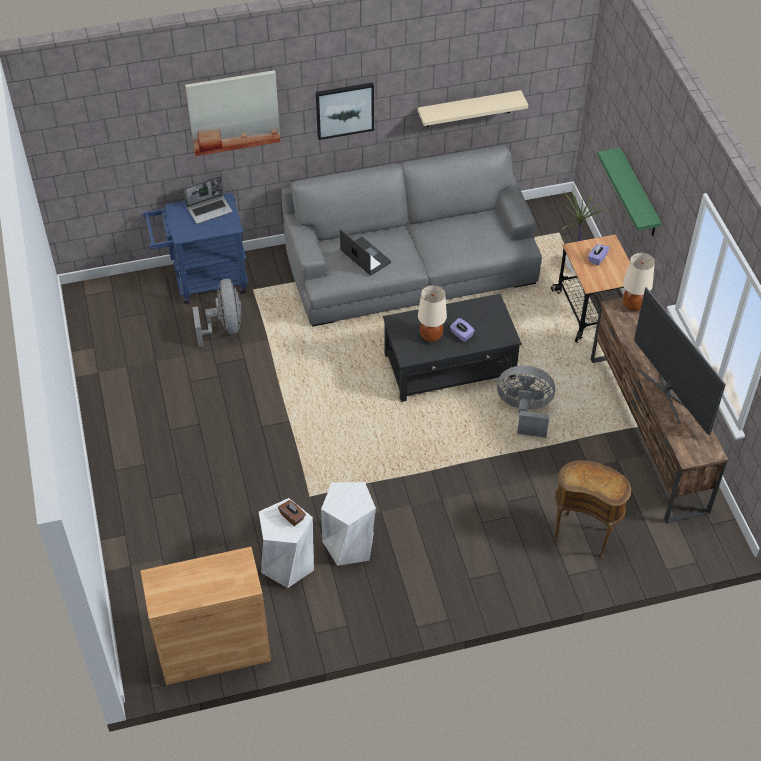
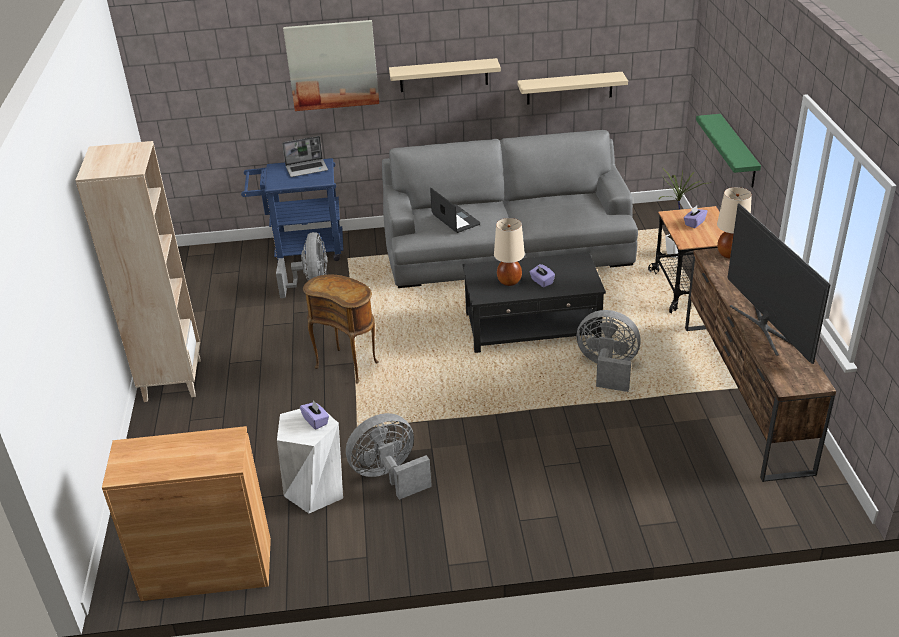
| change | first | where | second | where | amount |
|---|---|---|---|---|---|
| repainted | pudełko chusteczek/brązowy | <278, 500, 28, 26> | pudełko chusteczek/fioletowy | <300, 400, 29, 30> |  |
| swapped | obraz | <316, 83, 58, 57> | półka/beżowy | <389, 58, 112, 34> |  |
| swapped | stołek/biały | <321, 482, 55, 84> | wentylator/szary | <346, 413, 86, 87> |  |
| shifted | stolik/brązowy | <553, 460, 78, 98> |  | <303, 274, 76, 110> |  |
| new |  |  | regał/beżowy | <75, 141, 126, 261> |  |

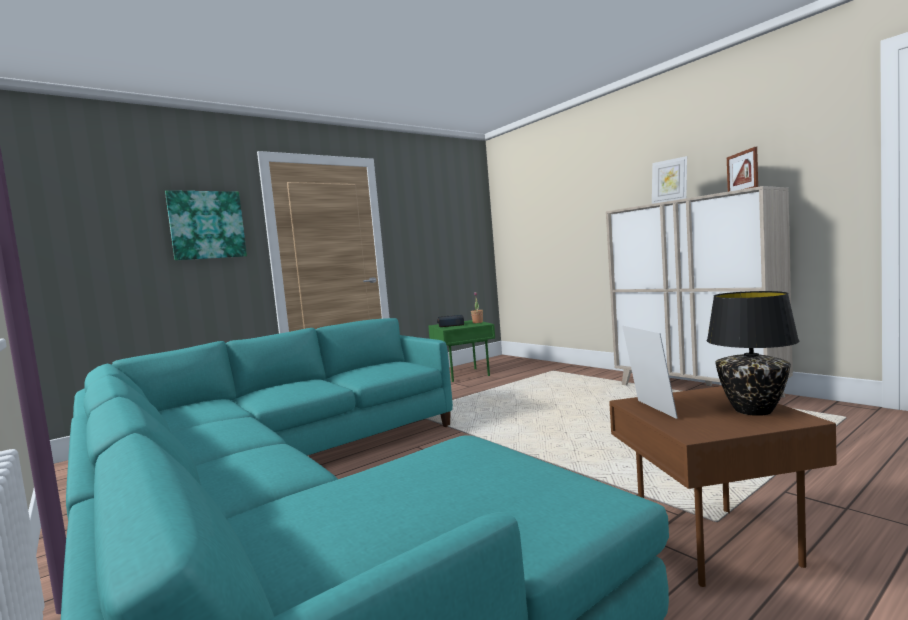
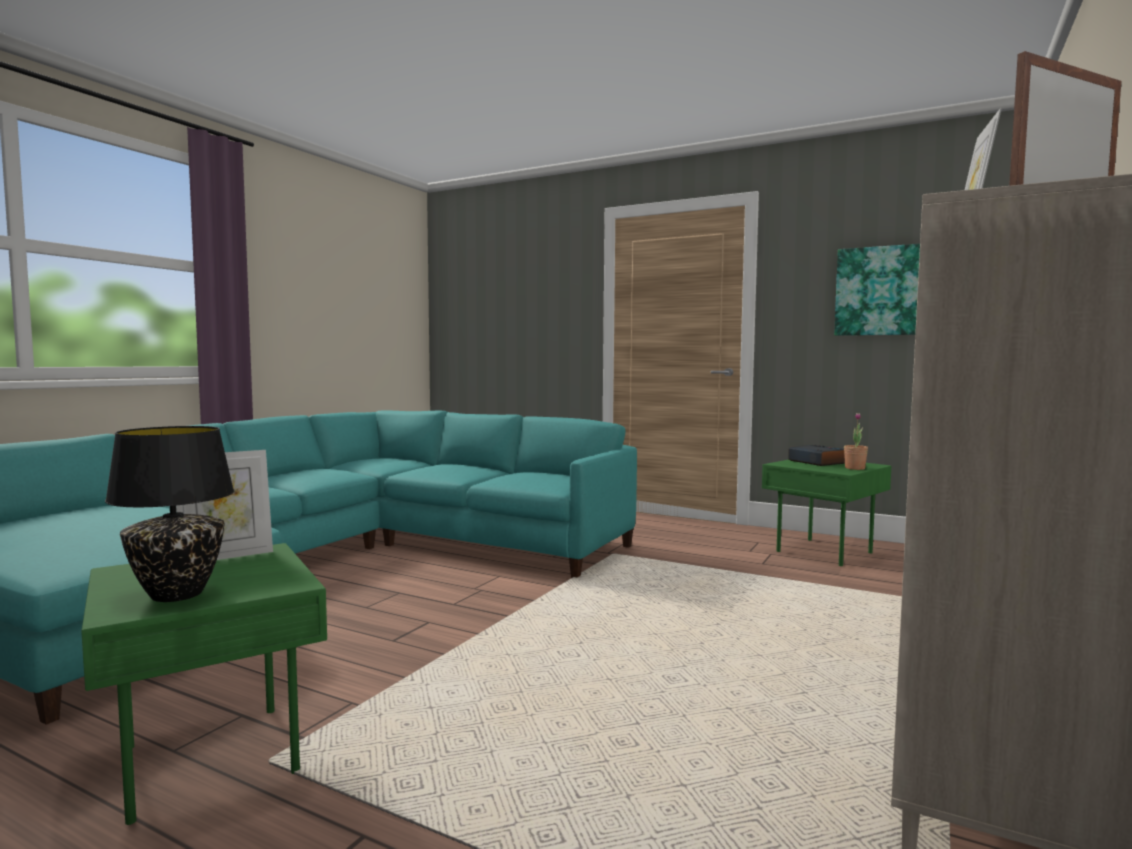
| change | first | where | second | where | amount |
|---|---|---|---|---|---|
| shifted | obraz | <165, 190, 82, 70> |  | <834, 244, 86, 92> |  |
| repainted | stolik/brązowy | <609, 386, 228, 201> | stolik/zielony | <81, 543, 246, 282> |  |

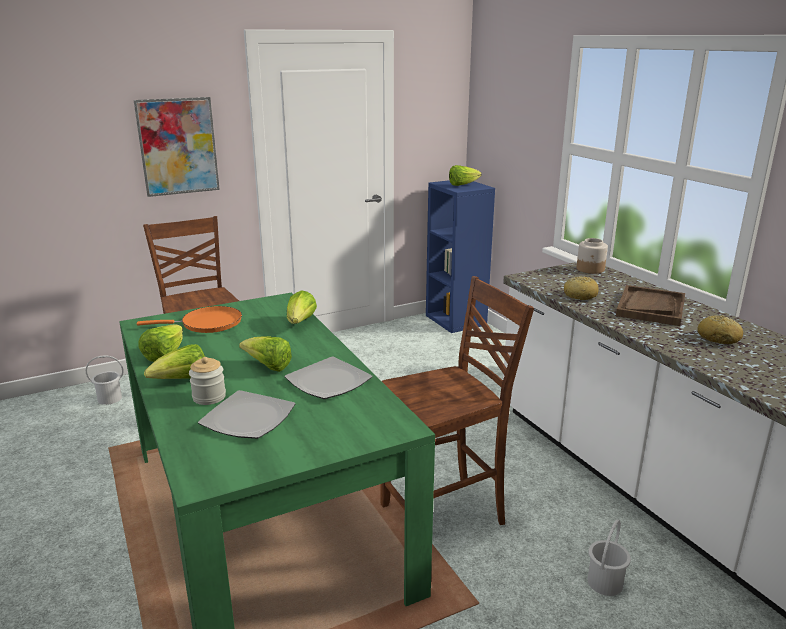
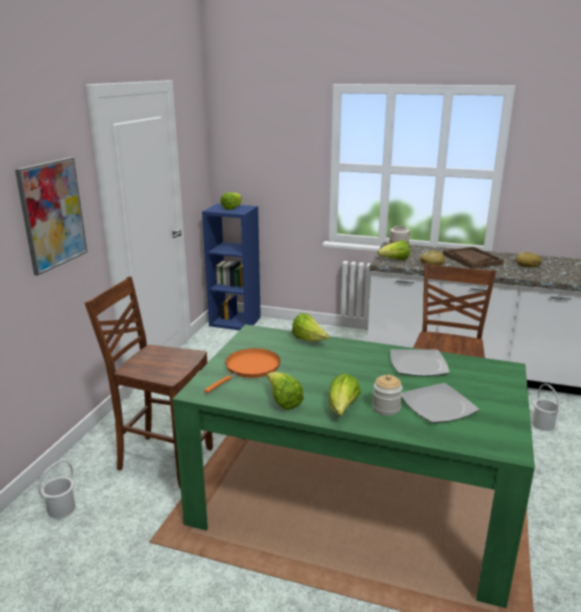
| change | first | where | second | where | amount |
|---|---|---|---|---|---|
| shifted | sałata | <239, 336, 53, 36> |  | <377, 240, 33, 20> |  |

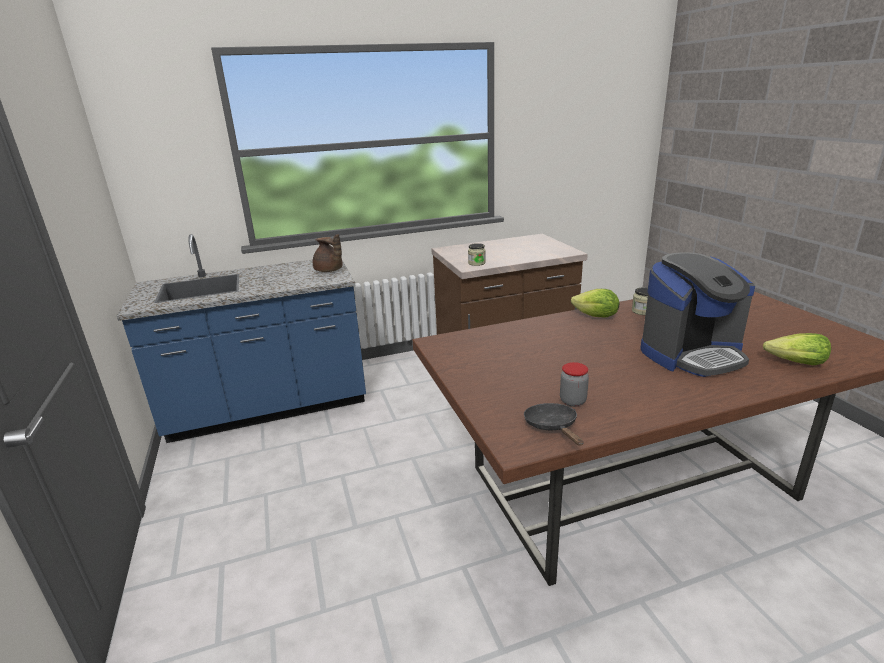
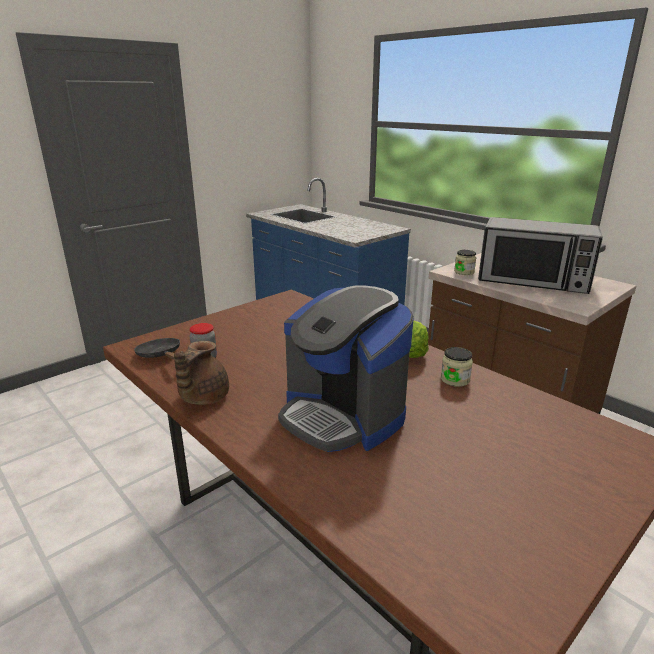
| change | first | where | second | where | amount |
|---|---|---|---|---|---|
| shifted | imbryk/brązowy | <313, 234, 30, 38> |  | <174, 341, 55, 64> |  |
| rotated | patelnia/czarny | <524, 403, 60, 43> |  | <134, 338, 46, 21> | 90 degrees counterclockwise |
| gone | sałata | <763, 333, 68, 32> |  |  |  |
| new |  |  | mikrofalówka | <478, 217, 125, 77> |  |

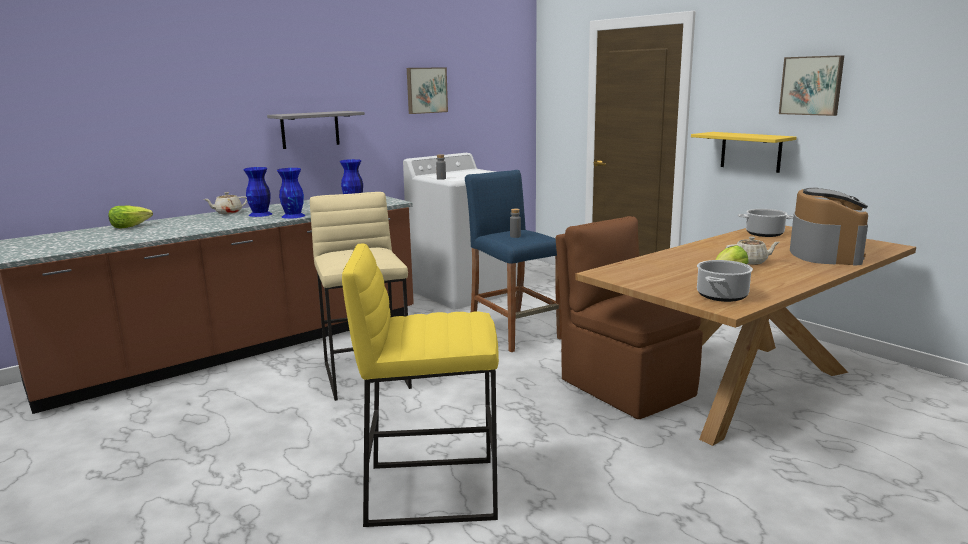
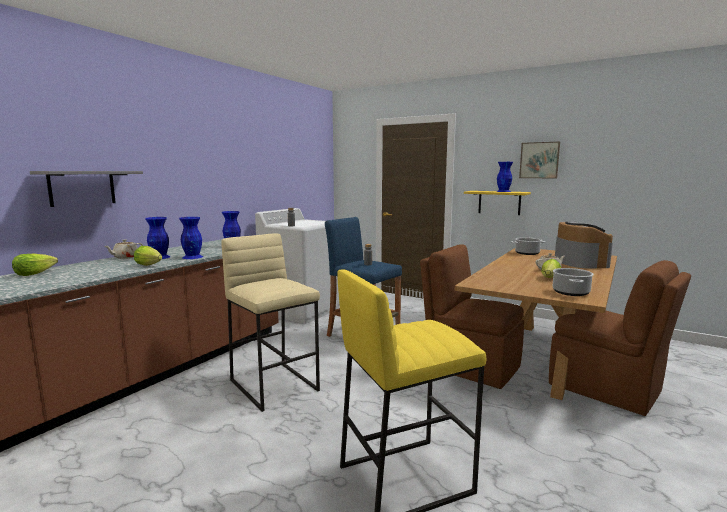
| change | first | where | second | where | amount |
|---|---|---|---|---|---|
| shifted | półka/szary | <267, 111, 98, 38> |  | <30, 171, 113, 36> |  |
| gone | obraz | <407, 67, 41, 47> |  |  |  |
| new |  |  | sałata | <134, 246, 28, 20> |  |
| new |  |  | wazon/niebieski | <496, 162, 17, 30> |  |
| new |  |  | krzesło/brązowy | <549, 260, 142, 156> |  |

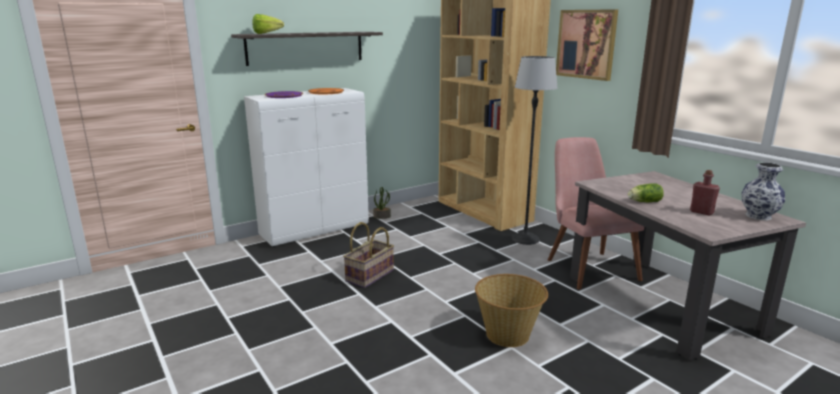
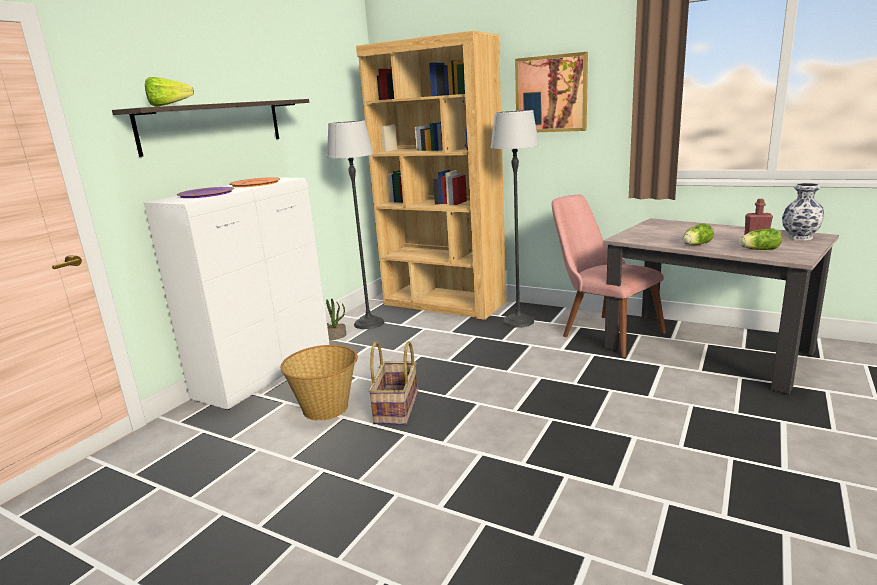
| change | first | where | second | where | amount |
|---|---|---|---|---|---|
| shifted | koszyk | <475, 274, 73, 73> |  | <281, 345, 77, 76> |  |
| new |  |  | lampa stojąca | <327, 121, 57, 208> |  |
| new |  |  | sałata | <739, 228, 43, 22> |  |

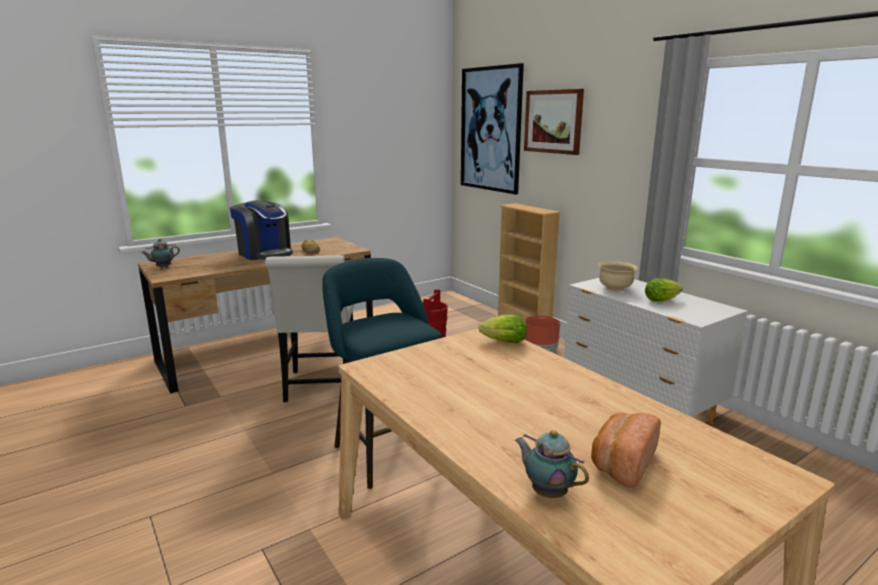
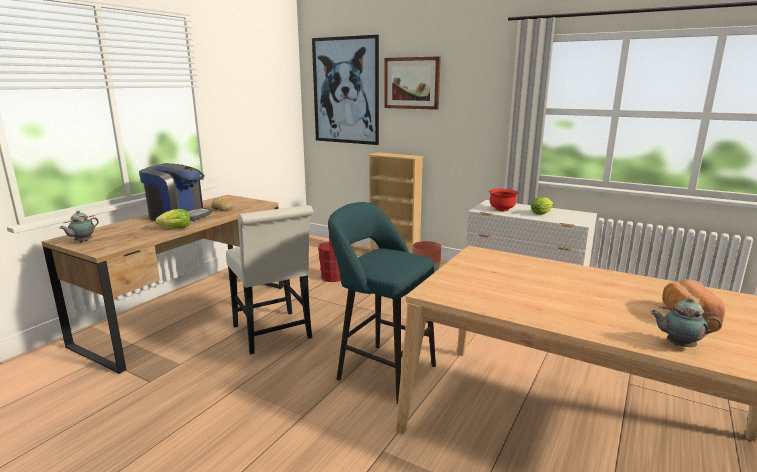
| change | first | where | second | where | amount |
|---|---|---|---|---|---|
| shifted | sałata | <478, 314, 49, 29> |  | <155, 209, 36, 20> |  |
| repainted | miska/beżowy | <598, 261, 40, 30> | miska/czerwony | <489, 189, 30, 22> |  |

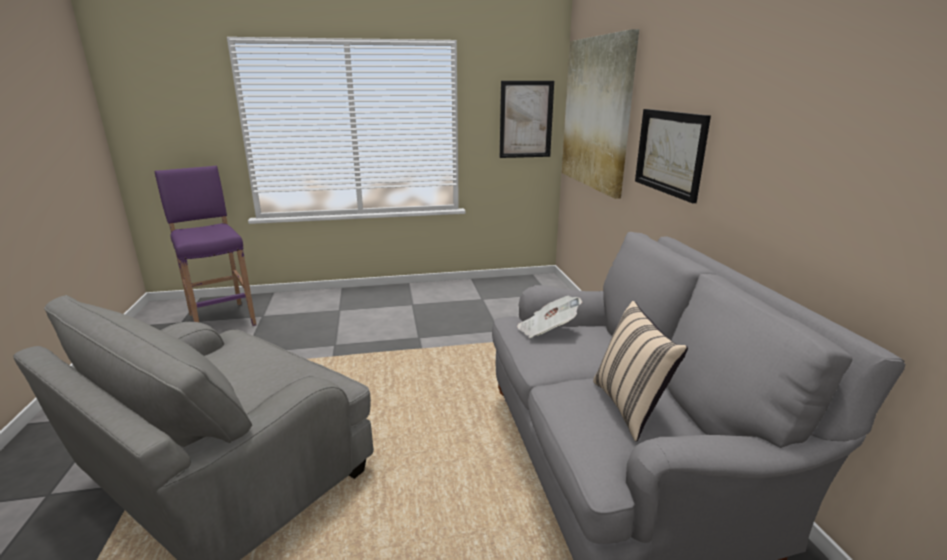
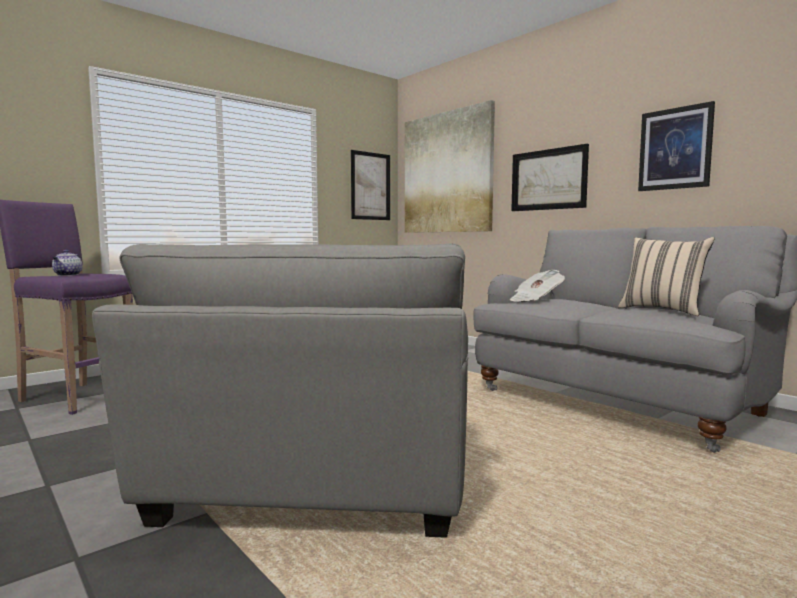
| change | first | where | second | where | amount |
|---|---|---|---|---|---|
| new |  |  | imbryk | <52, 250, 31, 26> |  |
| new |  |  | obraz | <638, 101, 77, 90> |  |

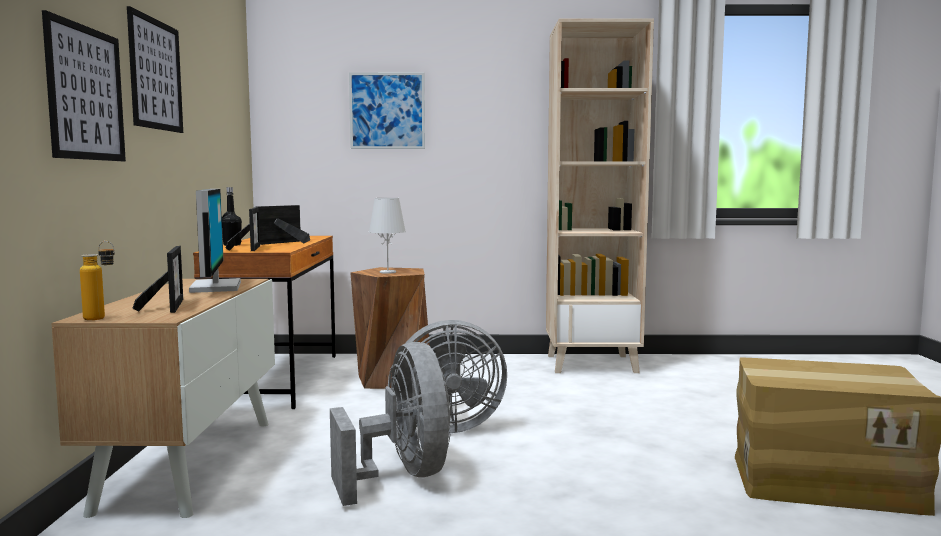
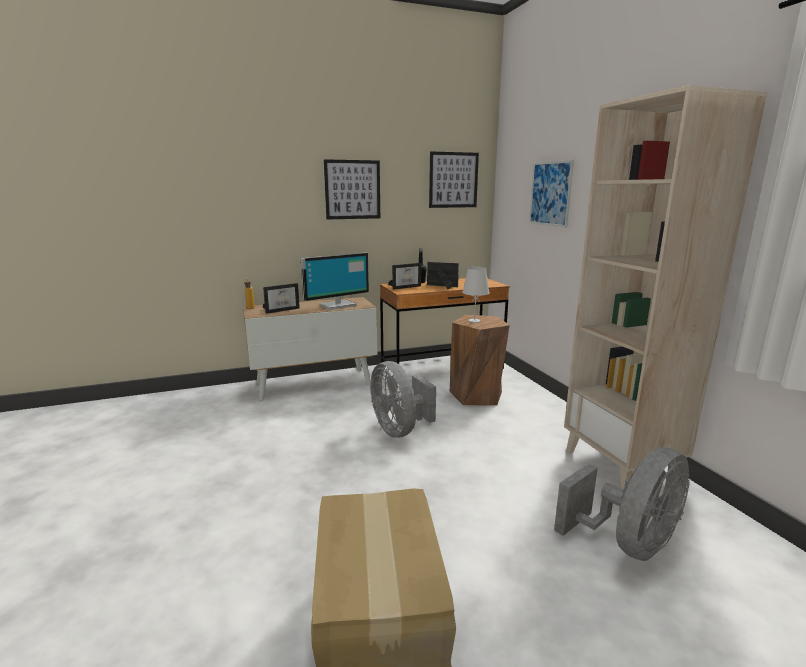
| change | first | where | second | where | amount |
|---|---|---|---|---|---|
| shifted | obraz | <42, 10, 84, 151> |  | <429, 152, 50, 56> |  |
| shifted | wentylator/szary | <330, 342, 121, 164> |  | <554, 447, 135, 114> |  |

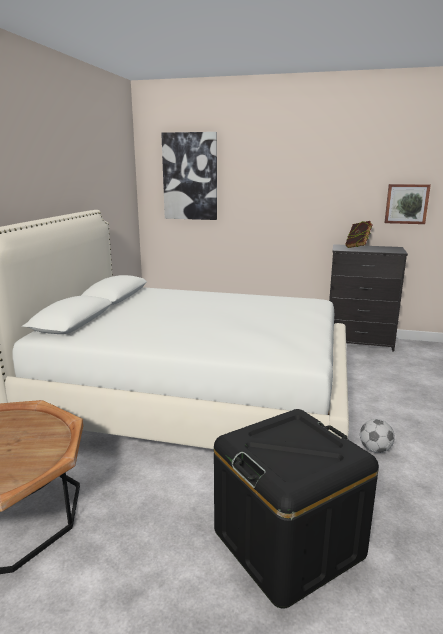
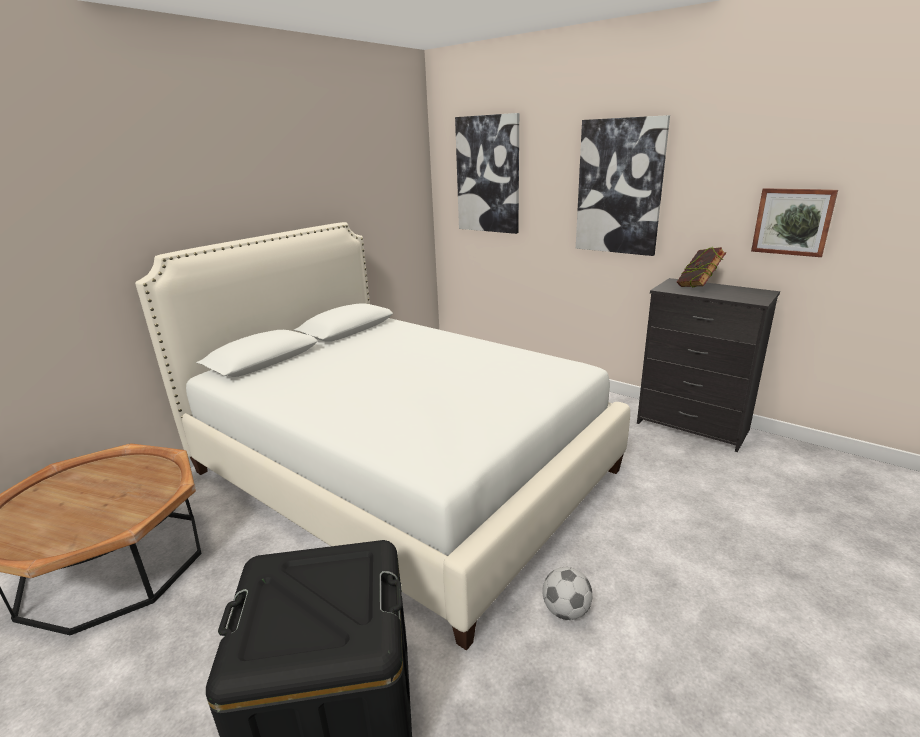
| change | first | where | second | where | amount |
|---|---|---|---|---|---|
| new |  |  | obraz | <576, 115, 94, 141> |  |

